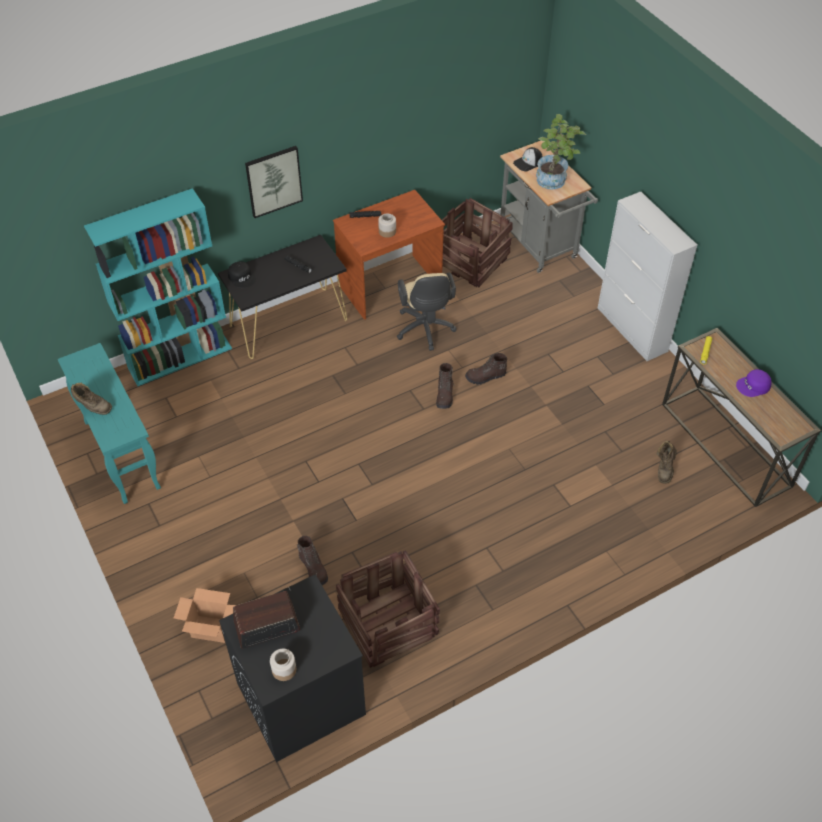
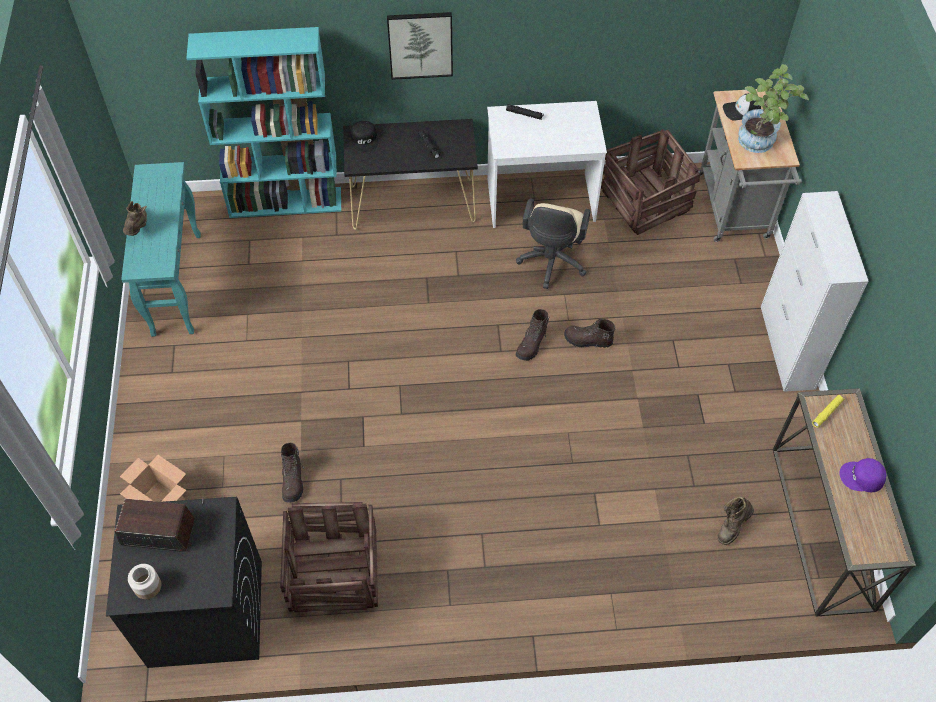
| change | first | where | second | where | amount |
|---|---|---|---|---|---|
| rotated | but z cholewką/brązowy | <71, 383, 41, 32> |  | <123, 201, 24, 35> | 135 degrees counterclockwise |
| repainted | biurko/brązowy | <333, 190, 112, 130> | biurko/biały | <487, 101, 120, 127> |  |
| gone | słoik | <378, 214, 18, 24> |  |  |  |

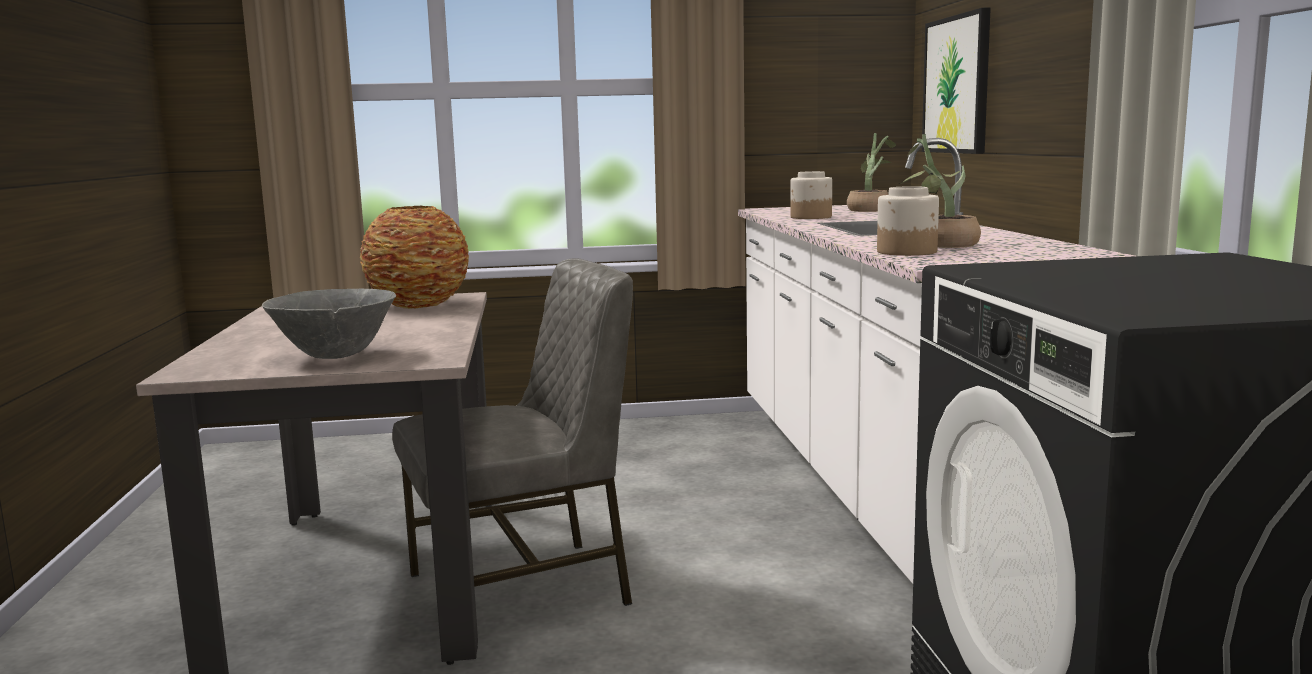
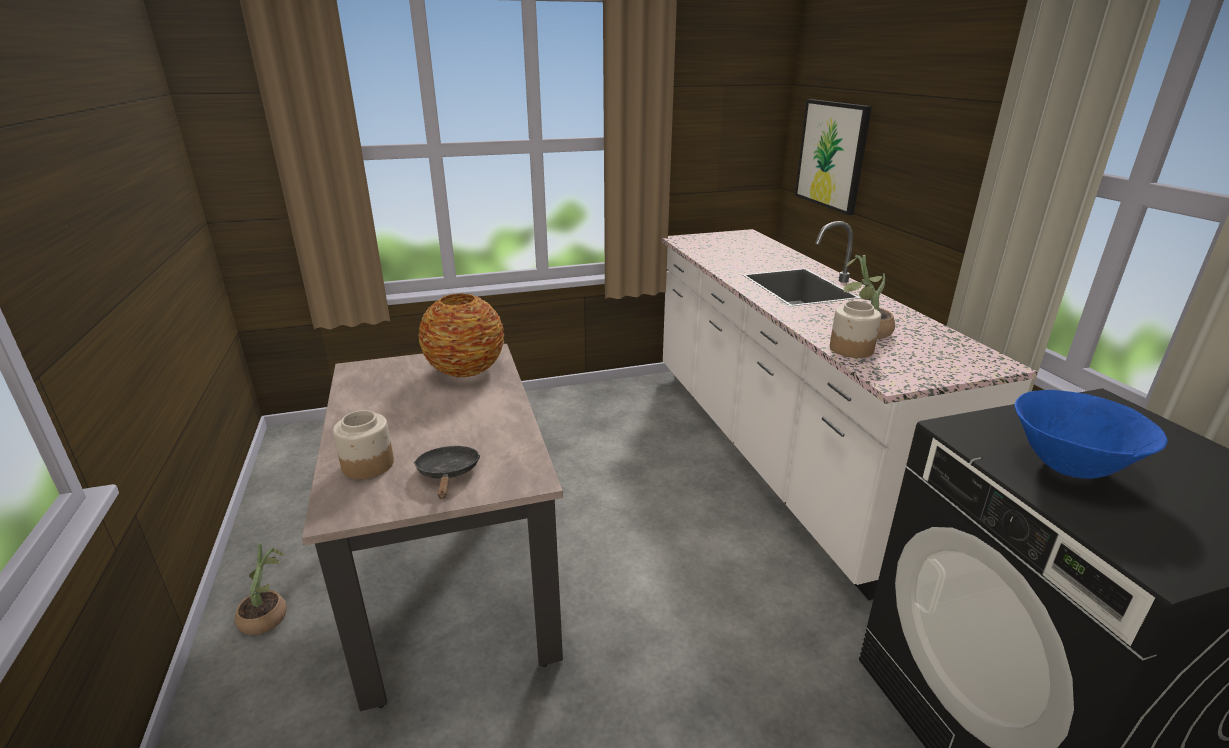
| change | first | where | second | where | amount |
|---|---|---|---|---|---|
| swapped | miska/szary | <262, 288, 134, 71> | patelnia/czarny | <414, 446, 66, 53> |  |
| gone | krzesło/szary | <392, 258, 241, 348> |  |  |  |
| shifted | słoik | <790, 171, 42, 48> |  | <333, 410, 61, 69> |  |
| shifted | roślina doniczkowa | <847, 133, 49, 79> |  | <235, 543, 52, 92> |  |
| new |  |  | miska/niebieski | <1015, 390, 153, 89> |  |

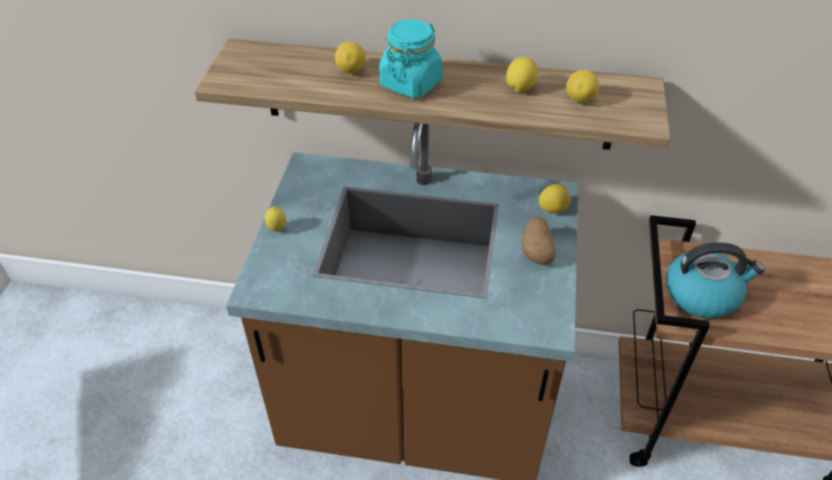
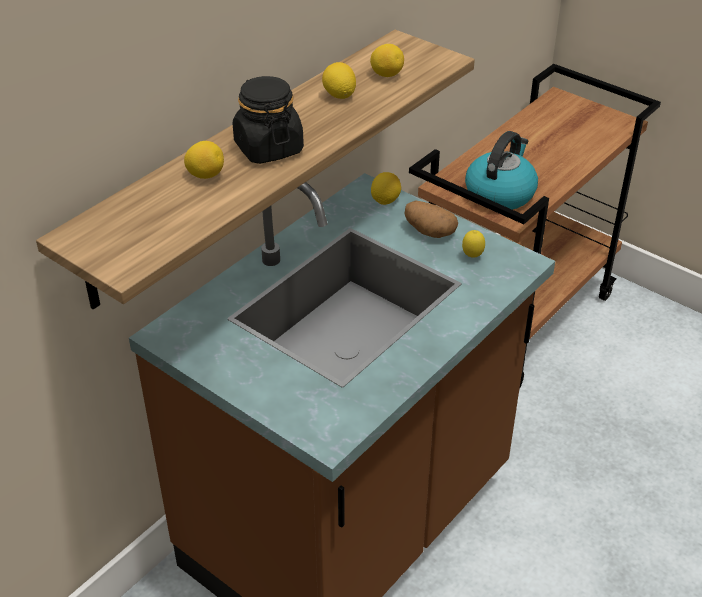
| change | first | where | second | where | amount |
|---|---|---|---|---|---|
| shifted | cytryna | <265, 207, 21, 24> |  | <462, 230, 23, 28> |  |
| repainted | słoik/turkusowy | <379, 19, 64, 79> | słoik/czarny | <233, 76, 71, 88> |  |

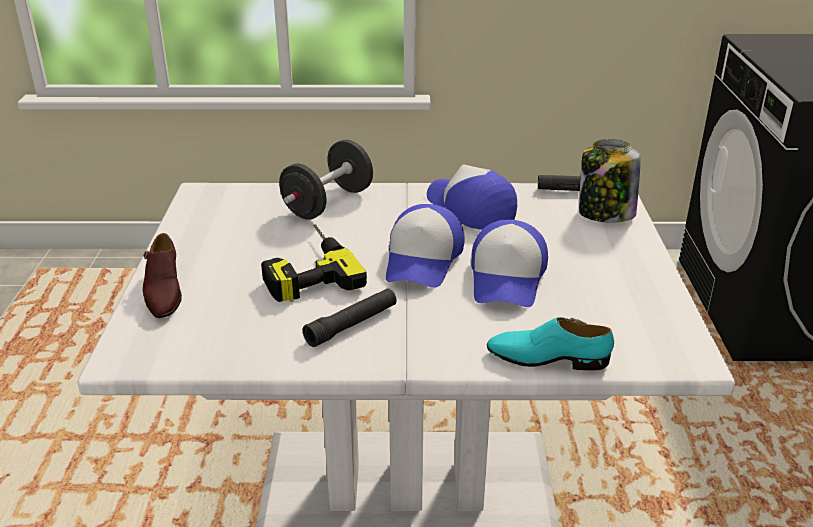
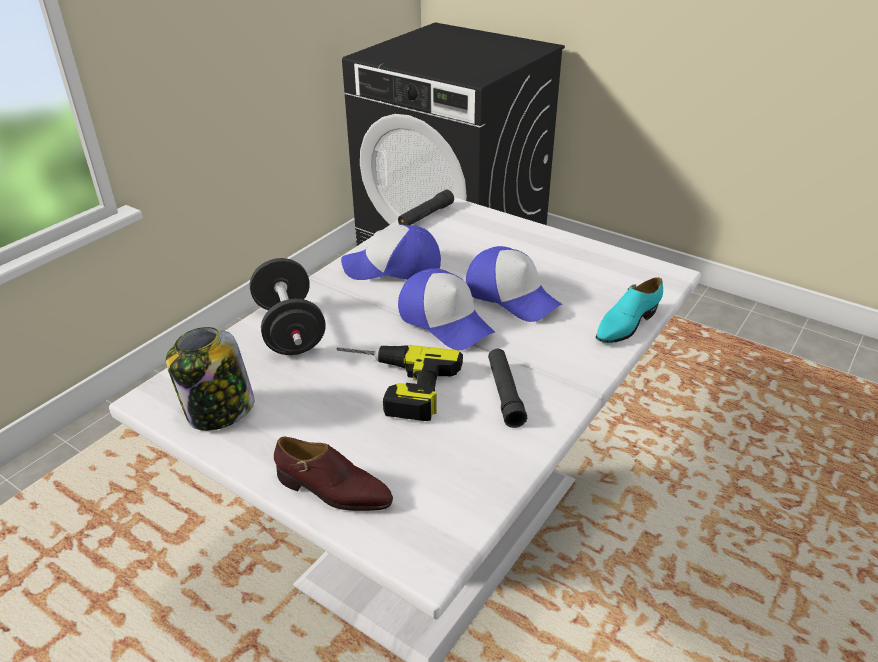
| change | first | where | second | where | amount |
|---|---|---|---|---|---|
| shifted | słoik | <579, 139, 62, 84> |  | <166, 327, 89, 104> |  |

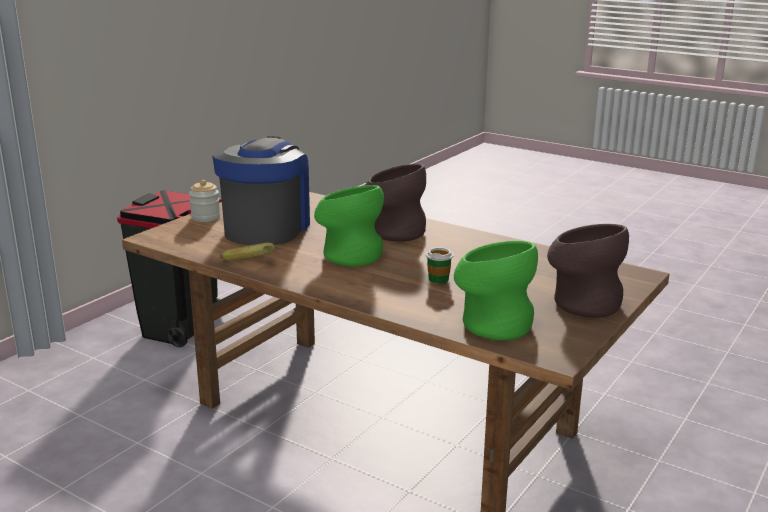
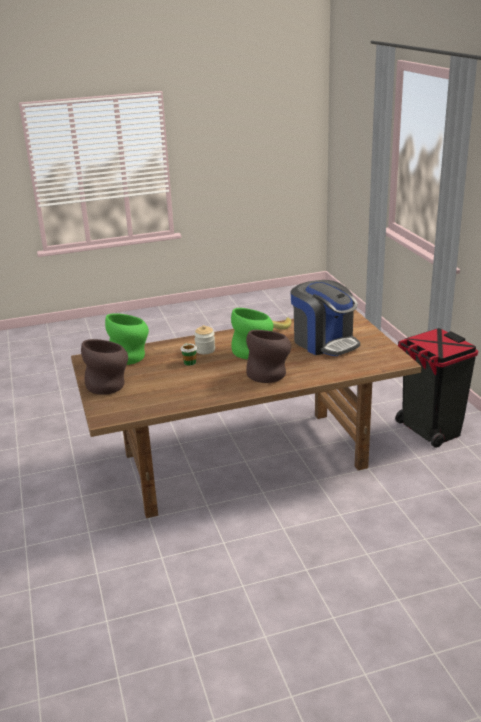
| change | first | where | second | where | amount |
|---|---|---|---|---|---|
| shifted | słoik | <189, 180, 31, 42> |  | <194, 325, 21, 29> |  |

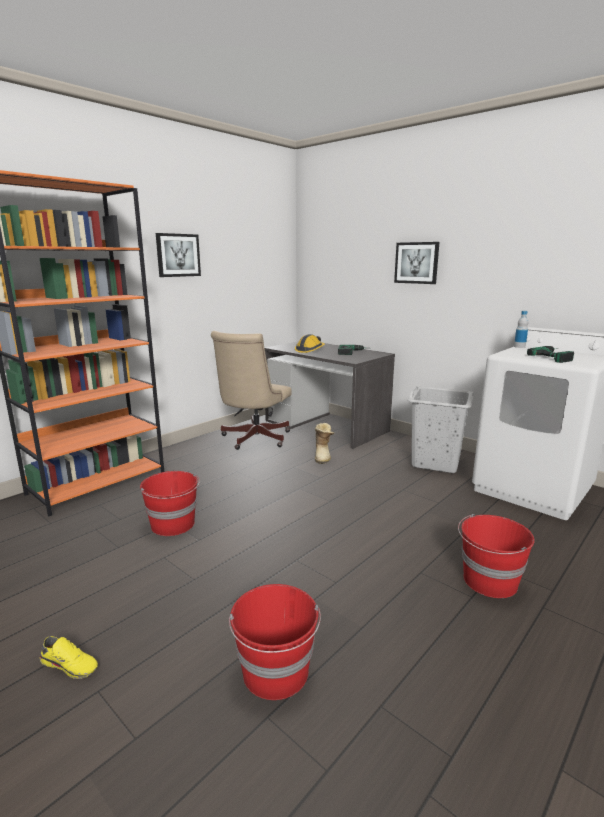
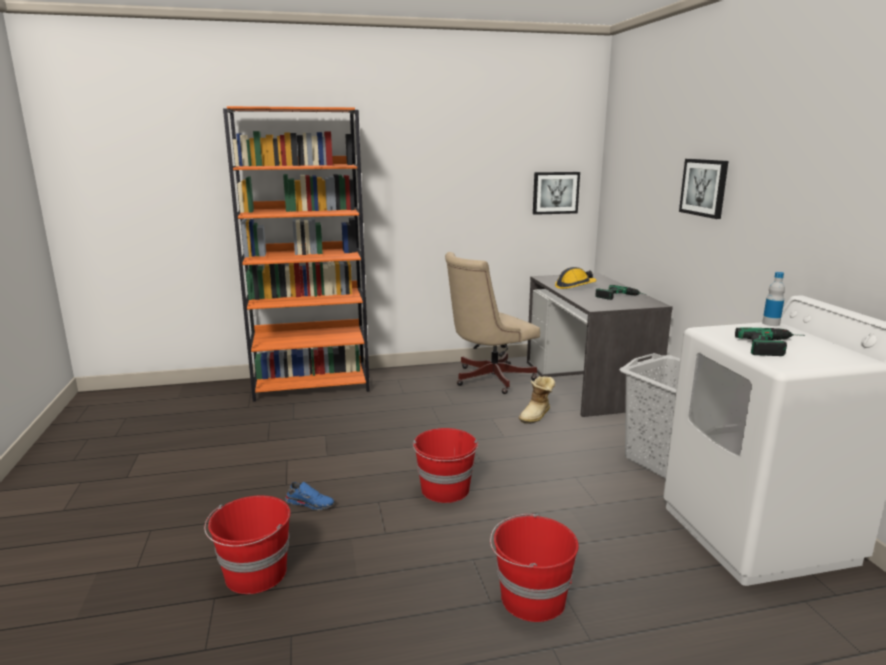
| change | first | where | second | where | amount |
|---|---|---|---|---|---|
| gone | but/żółty | <40, 636, 58, 43> |  |  |  |
| shifted | wiadro/czerwony | <140, 471, 60, 65> |  | <413, 428, 65, 75> |  |
| shifted | obraz | <156, 233, 45, 44> |  | <533, 172, 47, 43> |  |
| new |  |  | but/niebieski | <285, 482, 49, 28> |  |

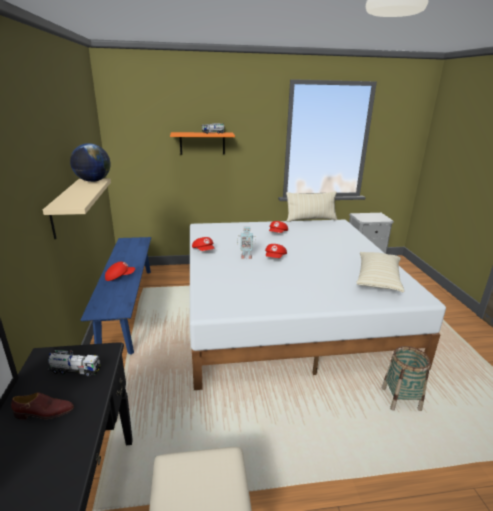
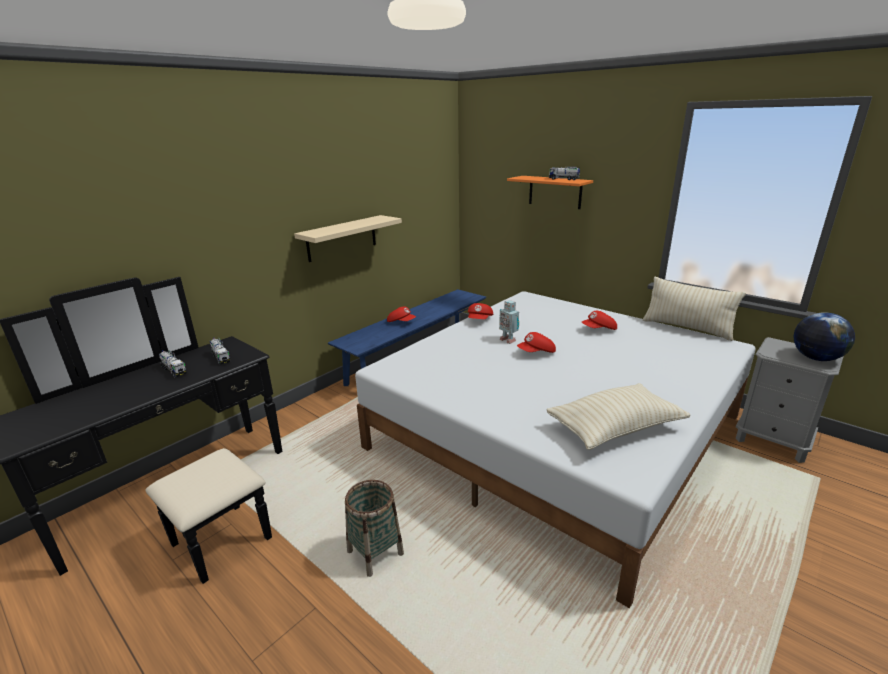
| change | first | where | second | where | amount |
|---|---|---|---|---|---|
| swapped | but/brązowy | <11, 393, 63, 27> | ciężarówka zabawkowa | <159, 350, 28, 27> |  |
| shifted | globus | <70, 143, 41, 39> |  | <793, 312, 62, 49> |  |
| shifted | koszyk | <382, 346, 48, 65> |  | <345, 480, 59, 97> |  |

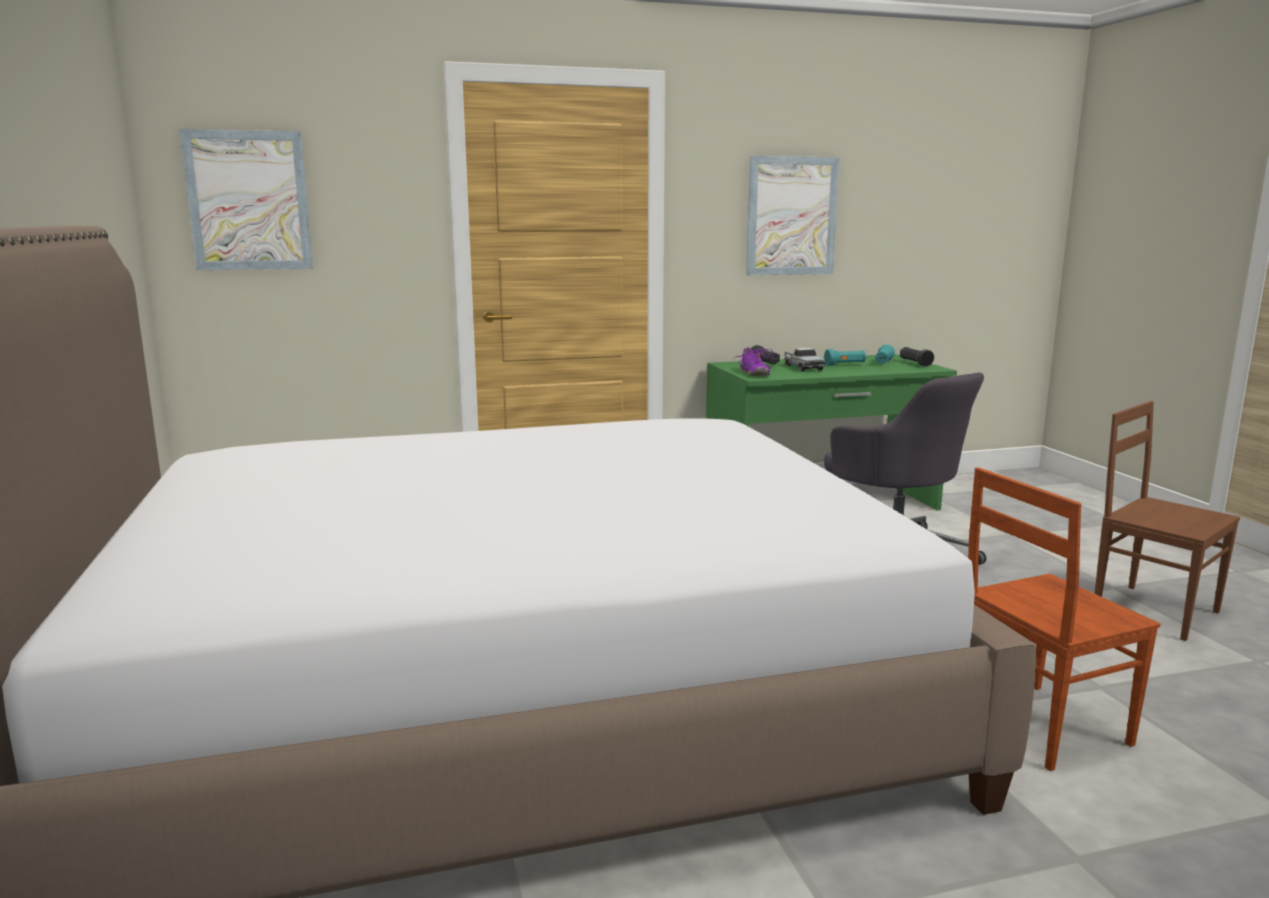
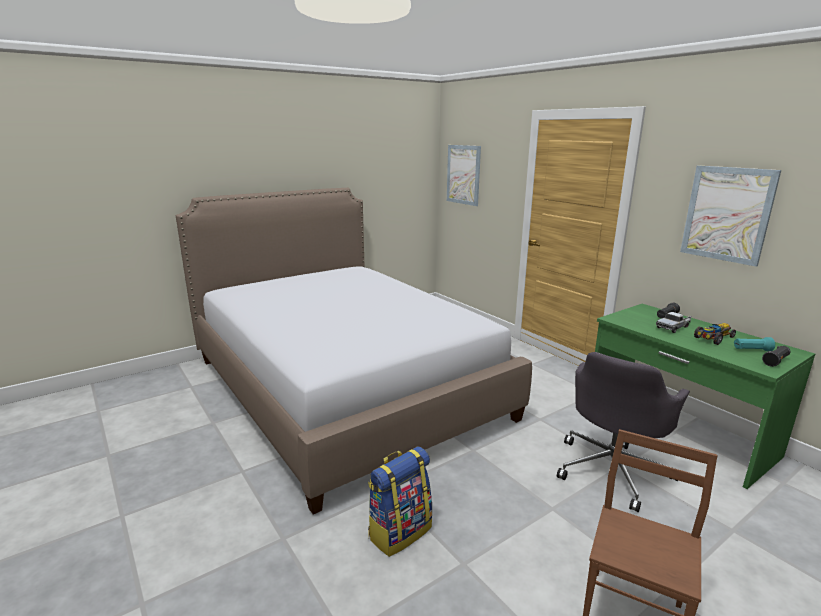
| change | first | where | second | where | amount |
|---|---|---|---|---|---|
| gone | but/fioletowy | <734, 347, 40, 29> |  |  |  |
| swapped | latarka/turkusowy | <824, 349, 42, 17> | samochodzik | <694, 323, 42, 22> |  |
| swapped | krzesło/brązowy | <968, 467, 192, 304> | plecak | <368, 446, 64, 111> |  |

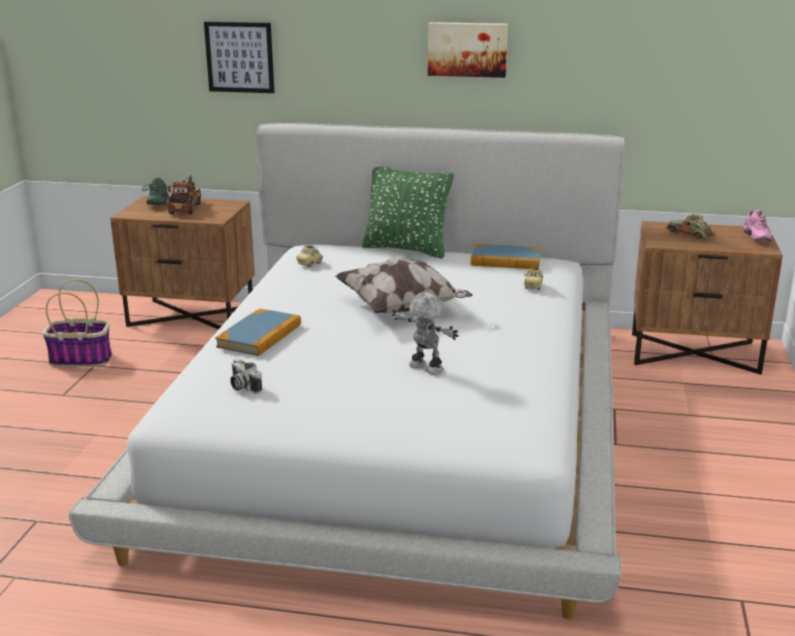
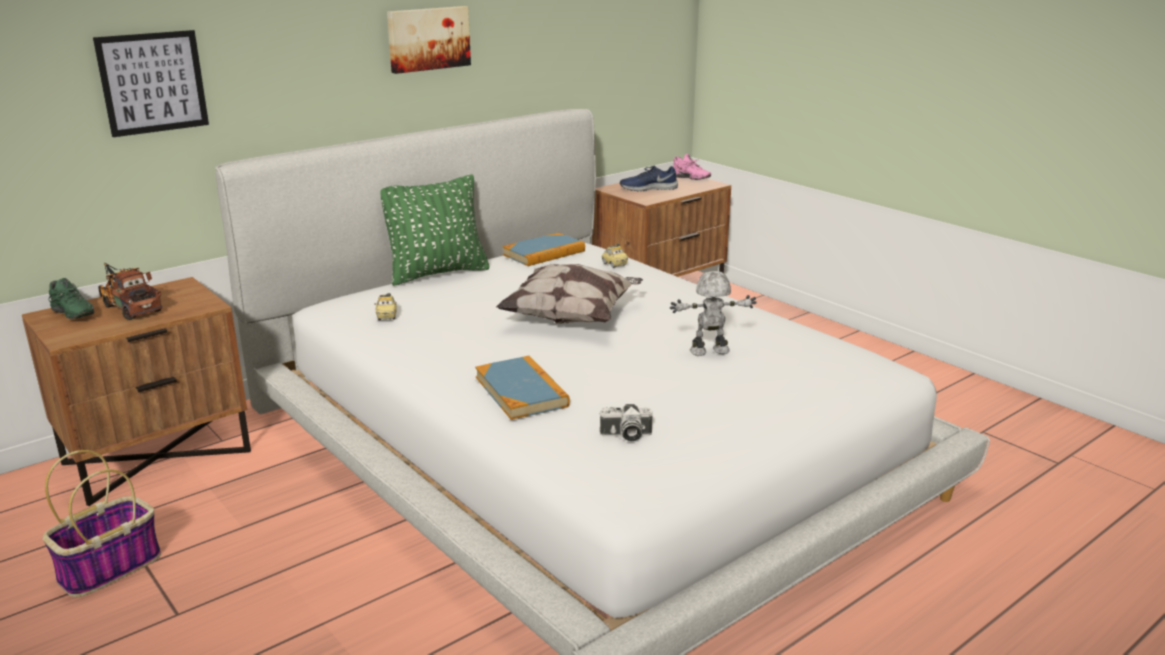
| change | first | where | second | where | amount |
|---|---|---|---|---|---|
| swapped | samochodzik | <666, 214, 49, 26> | but/niebieski | <620, 165, 58, 26> |  |

